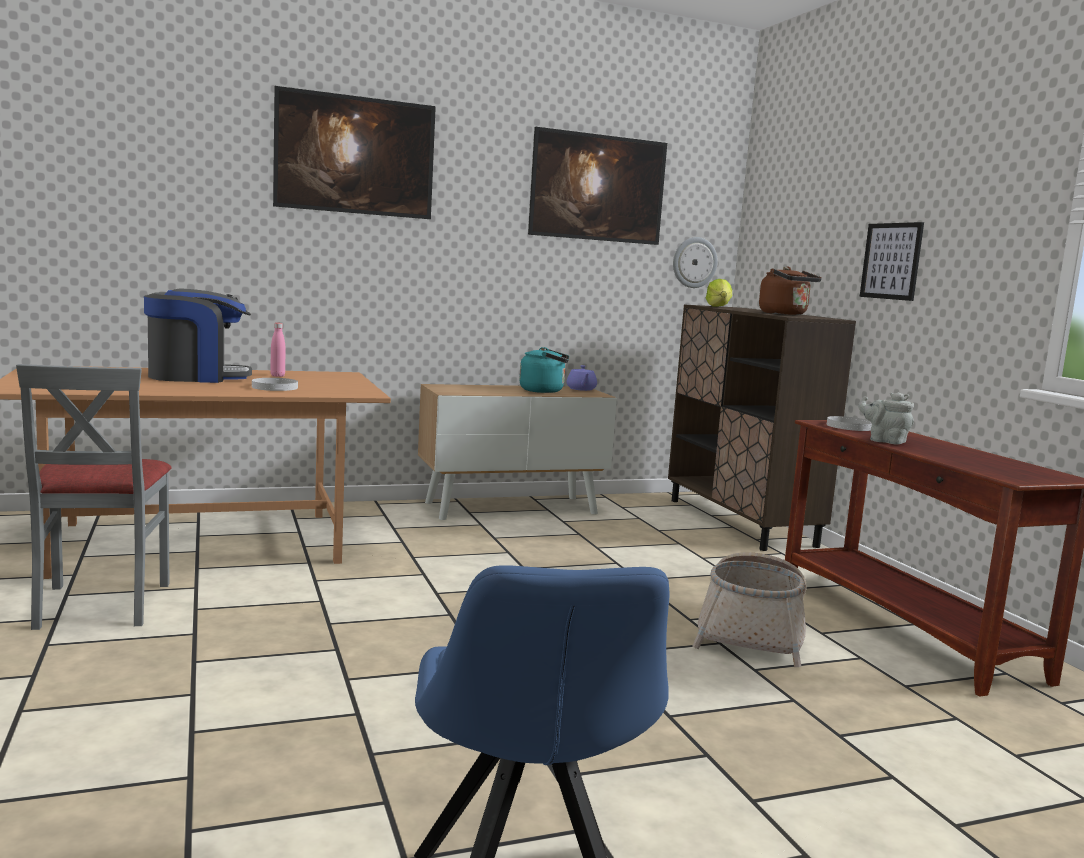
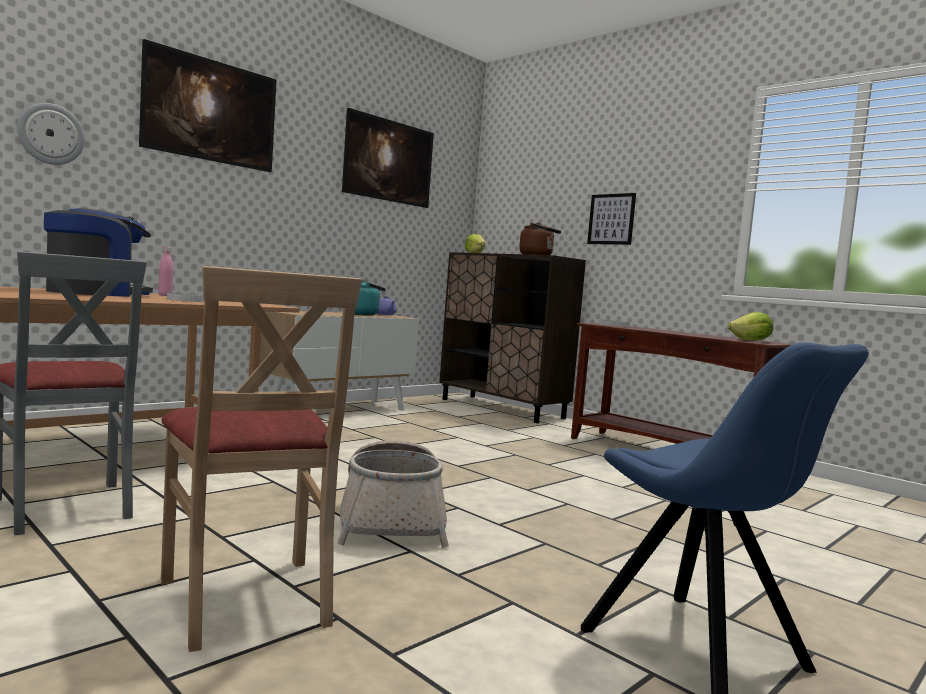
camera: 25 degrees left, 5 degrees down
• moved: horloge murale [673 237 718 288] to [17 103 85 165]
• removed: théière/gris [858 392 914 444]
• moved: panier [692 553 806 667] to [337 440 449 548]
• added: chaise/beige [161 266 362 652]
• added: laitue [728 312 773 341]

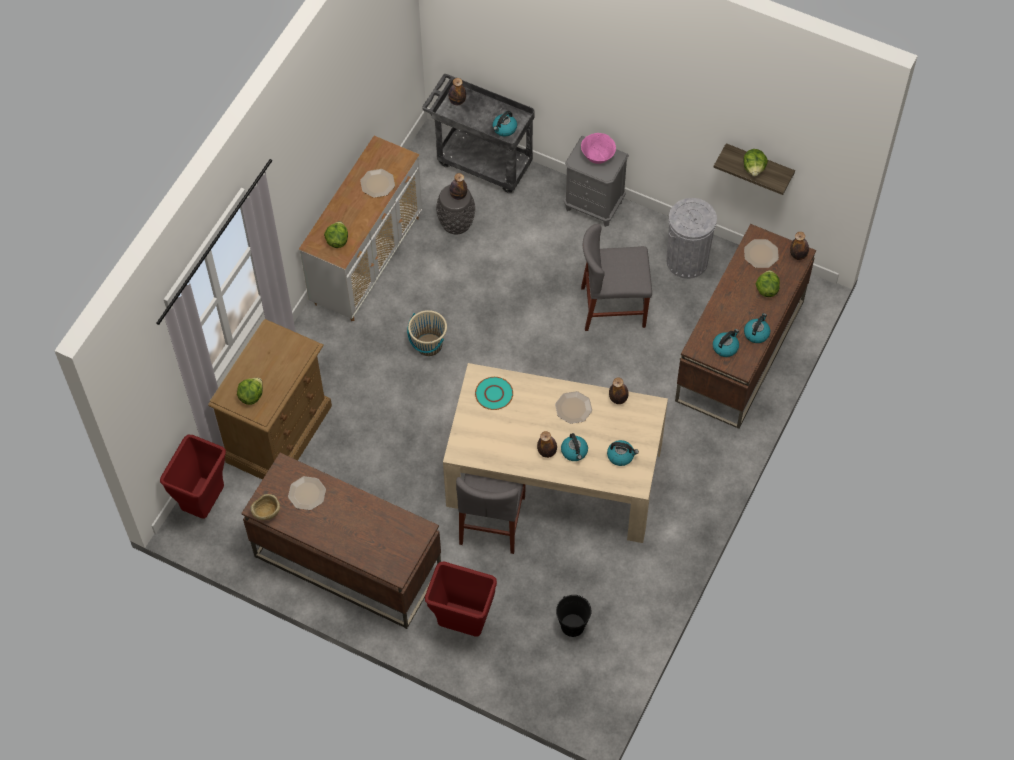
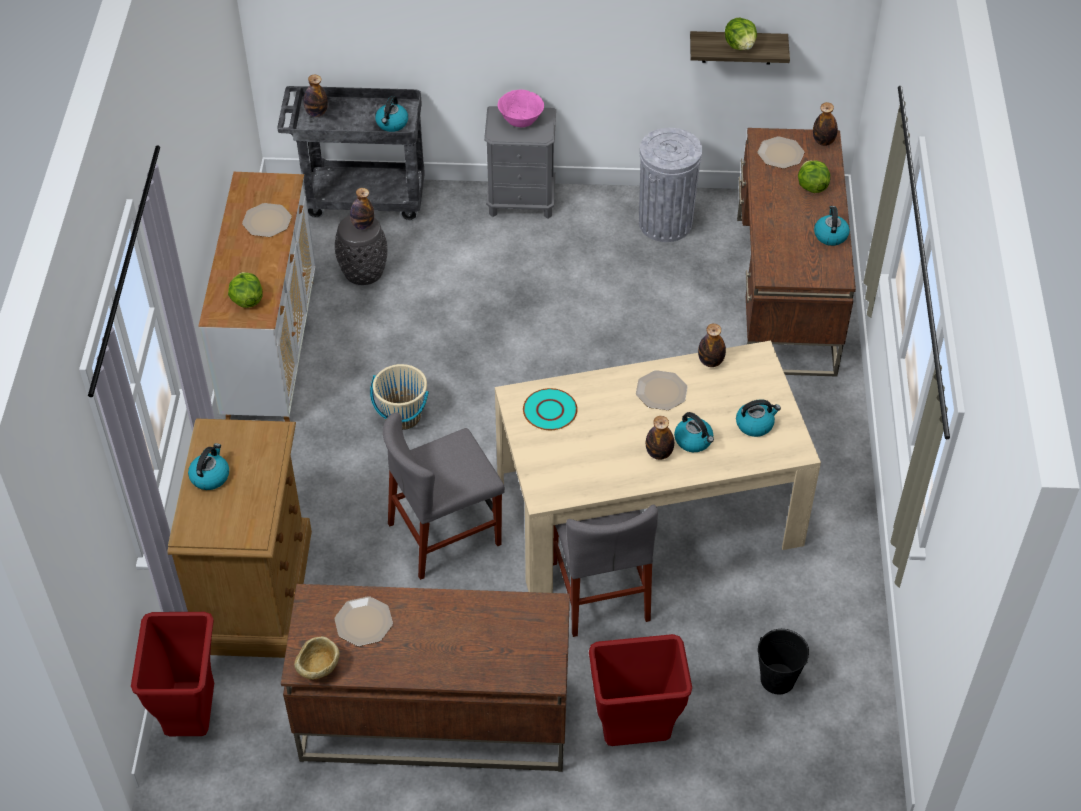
camera: 25 degrees left, 10 degrees down
• moved: chaise/gris [581 224 652 331] to [383 412 505 580]
• moved: bouilloire [713 329 739 357] to [188 443 229 490]
• removed: laitue [237 378 263 405]

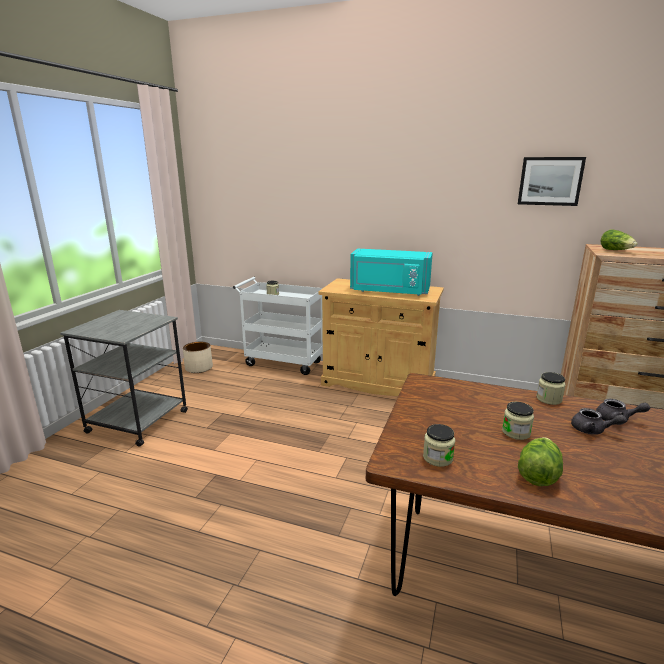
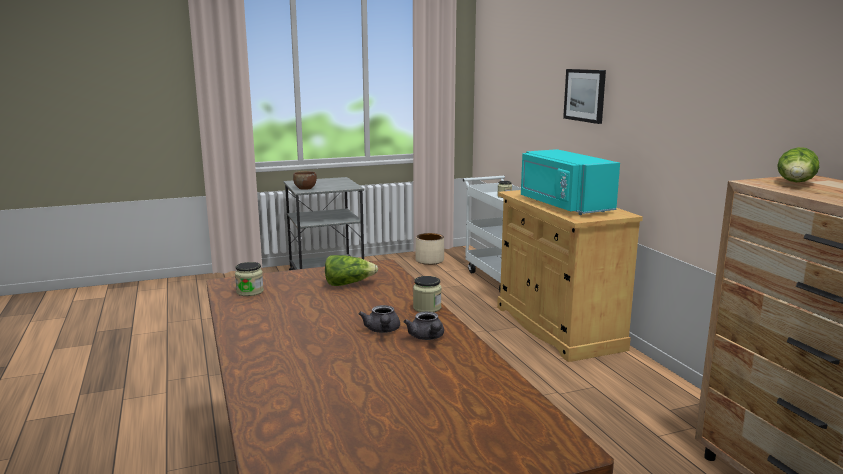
camera: 50 degrees right, 5 degrees down
• moved: tableau [518 157 586 206] to [563 69 606 124]
• removed: bocal [502 402 534 440]
• moved: laitue [518 437 563 486] to [325 255 378 286]
• added: bol/marron [293 171 317 190]

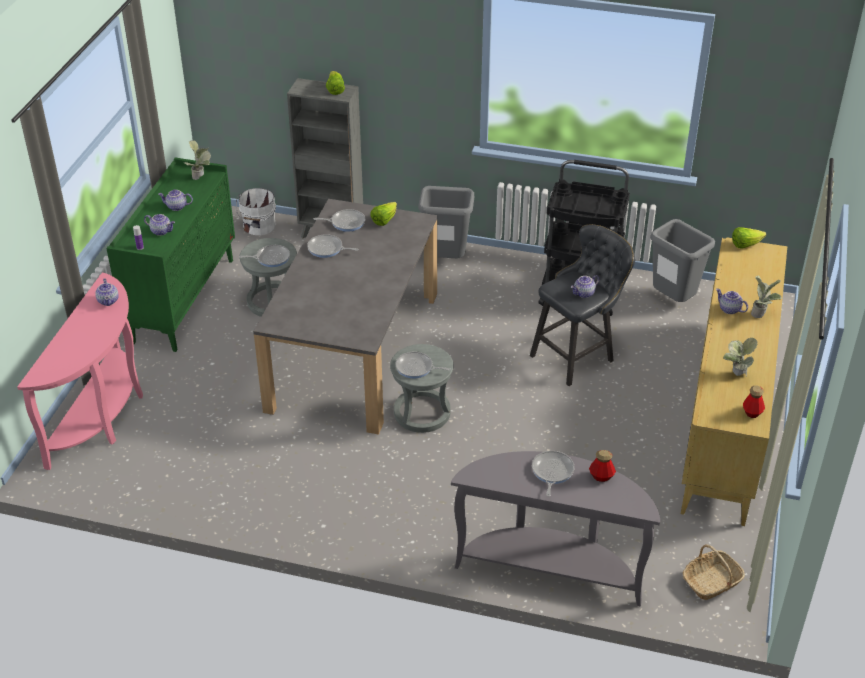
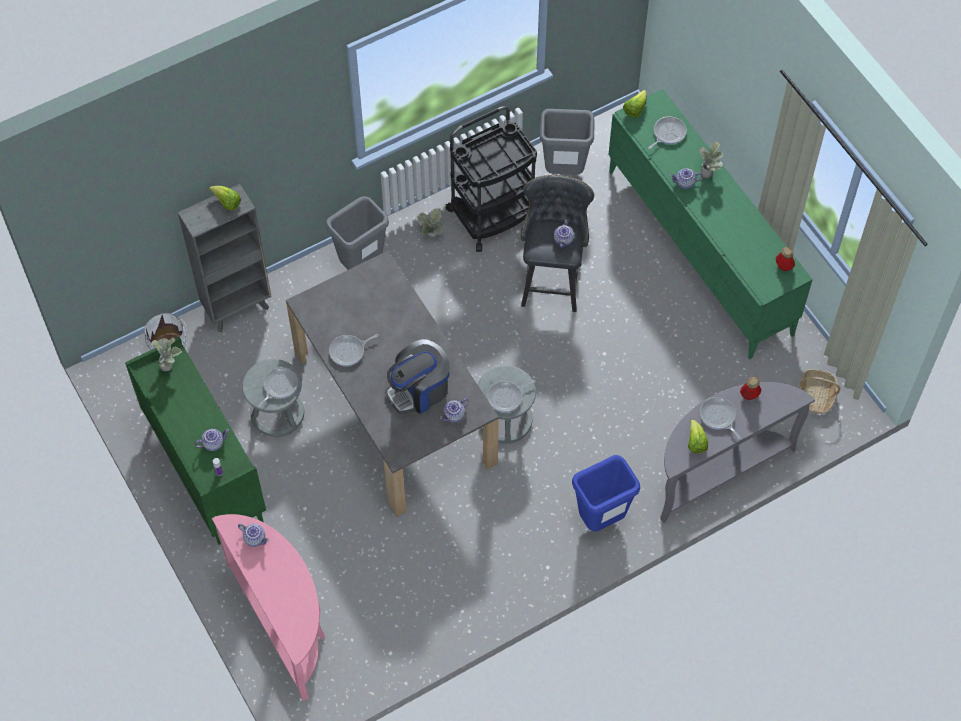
camera: 45 degrees left, 20 degrees up
• moved: théière [158 190 193 211] to [440 398 468 423]
• moved: laitue [370 202 397 226] to [688 419 708 454]
• moved: poêle [314 209 365 232] to [648 117 687 150]
• recoloured: meuble de rangement/beige [681 237 787 526] to meuble de rangement/vert [609 89 813 359]
• moved: plante en pot [723 338 758 376] to [417 208 445 237]
• added: machine à café [385 339 450 414]
• added: poubelle/bleu [572 455 640 532]

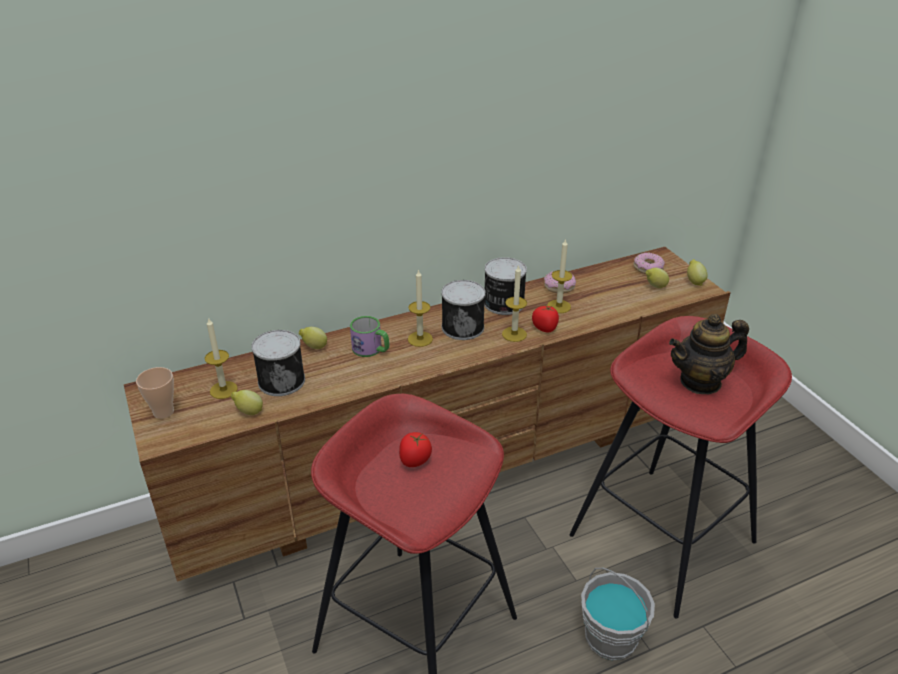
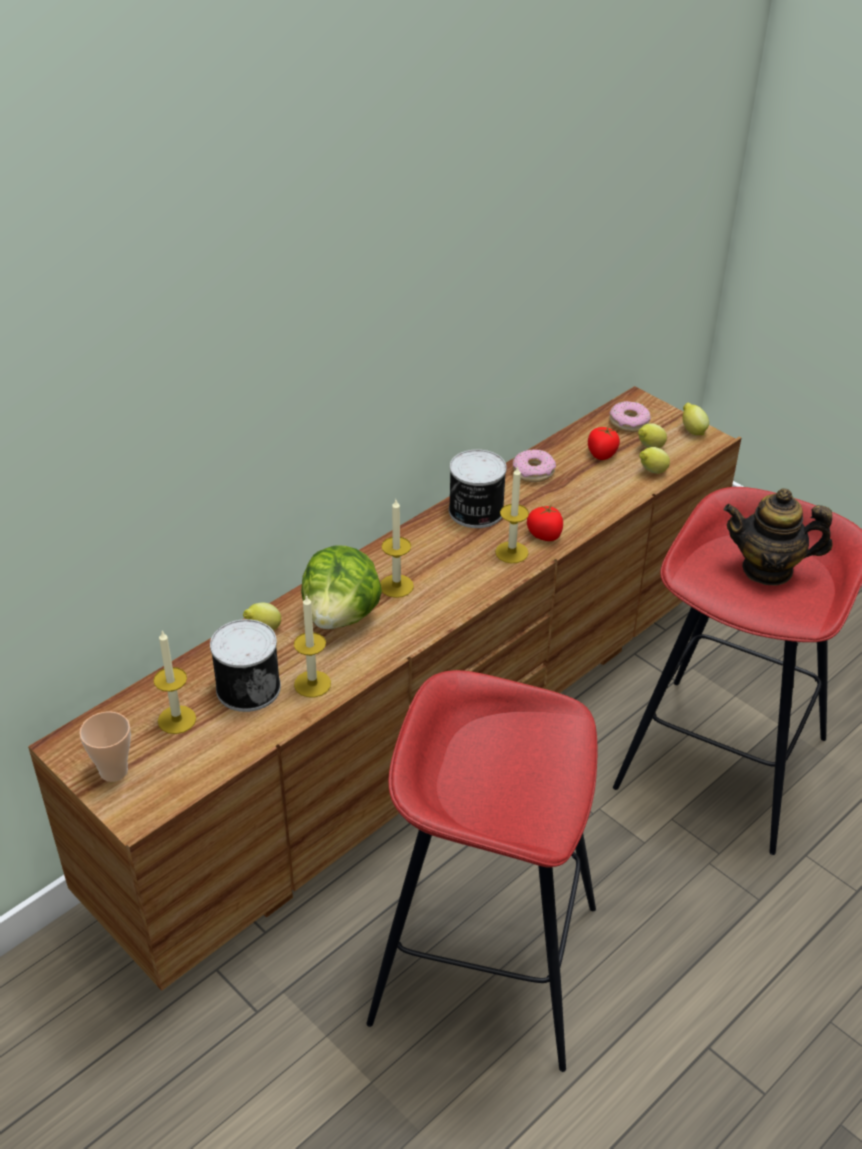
camera: 20 degrees left, 5 degrees up
• moved: bougie [547 239 572 313] to [294 595 331 697]
• removed: boîte métallique [441 280 485 340]
• turned: théière [669 314 749 395] = [724 488 832 586] 45 degrees clockwise
• replaced: mug [350 316 390 357] to laitue [301 546 382 629]
• moved: citron [231 390 263 415] to [639 447 670 474]
• moved: tomate [399 432 432 467] to [588 427 620 460]
• removed: seau/gris [581 568 655 660]

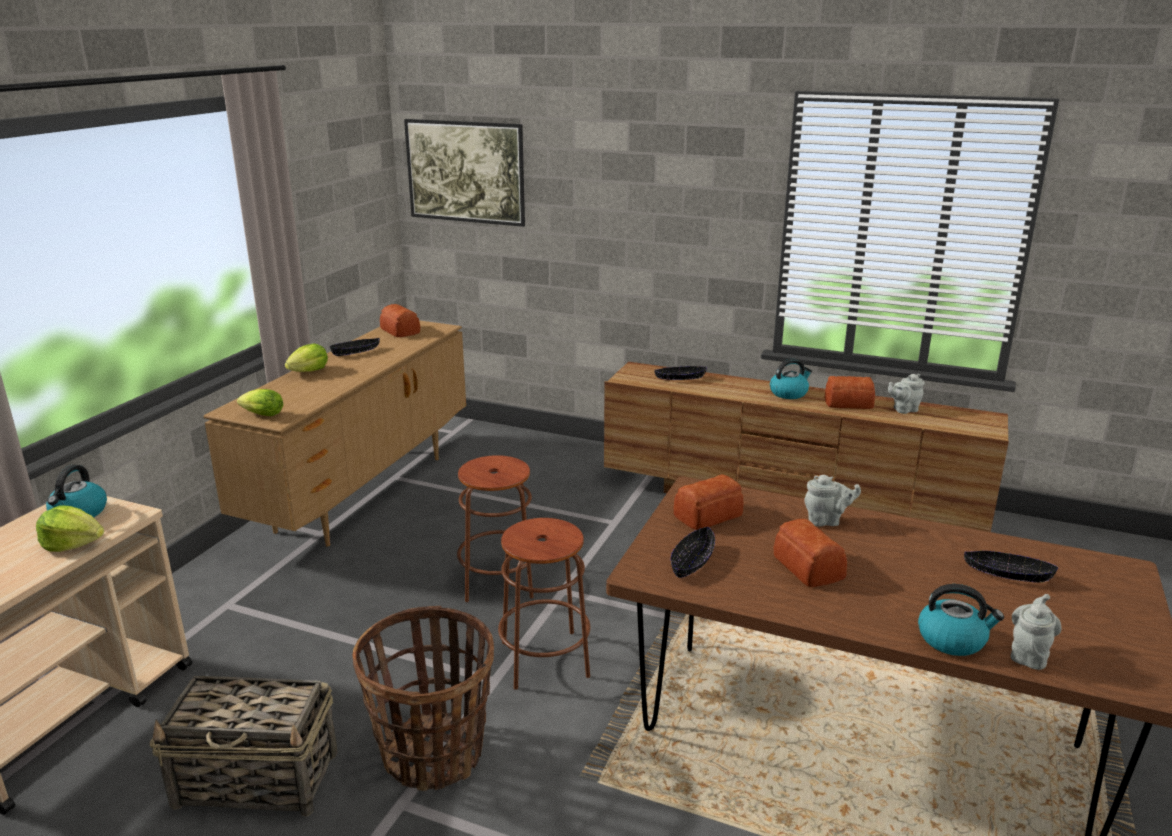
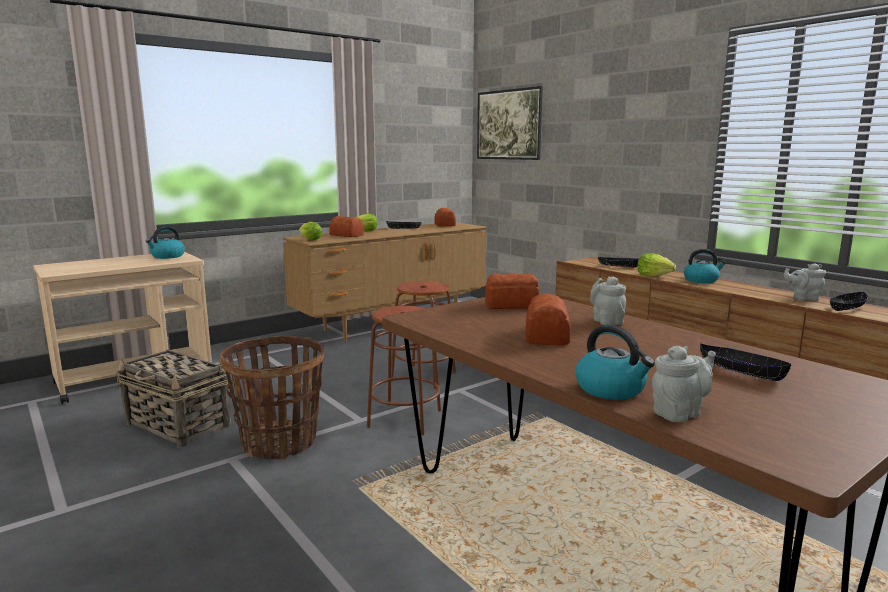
camera: 30 degrees right, 10 degrees down
• moved: pain [825 376 875 409] to [329 216 364 237]
• turned: théière/gris [804 475 861 526] = [590 276 626 325] 135 degrees counterclockwise
• moved: laitue [36 505 104 552] to [637 253 676 277]
• moved: bol/noir [671 527 715 578] to [830 292 868 311]

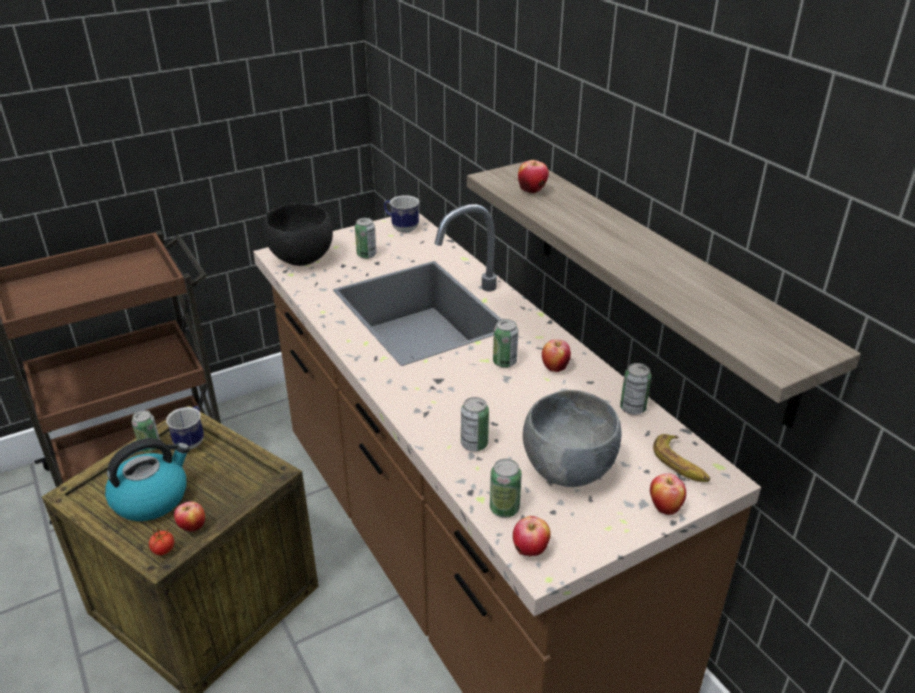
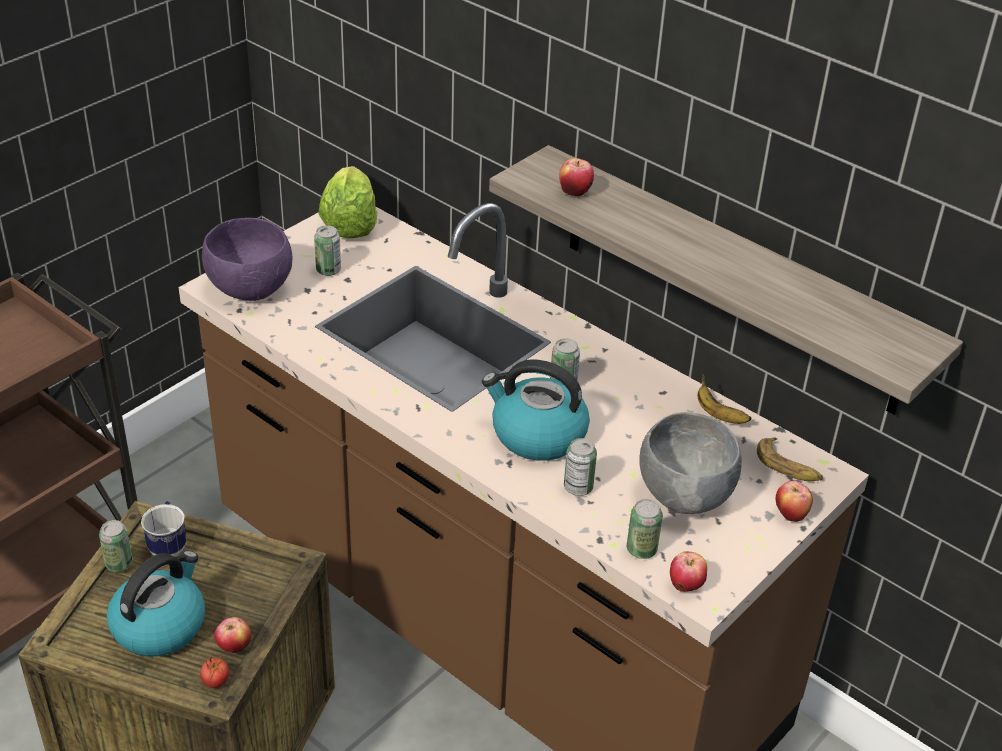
camera: 20 degrees left, 5 degrees up
• replaced: mug [384 195 419 233] to laitue [319 166 377 238]
• recoloured: bol/noir [264 203 333 266] to bol/violet [202 218 292 301]
• removed: pomme [542 340 571 372]
• replaced: boîte métallique [620 363 652 415] to banane [697 374 752 424]
• added: bouilloire [482 359 590 461]

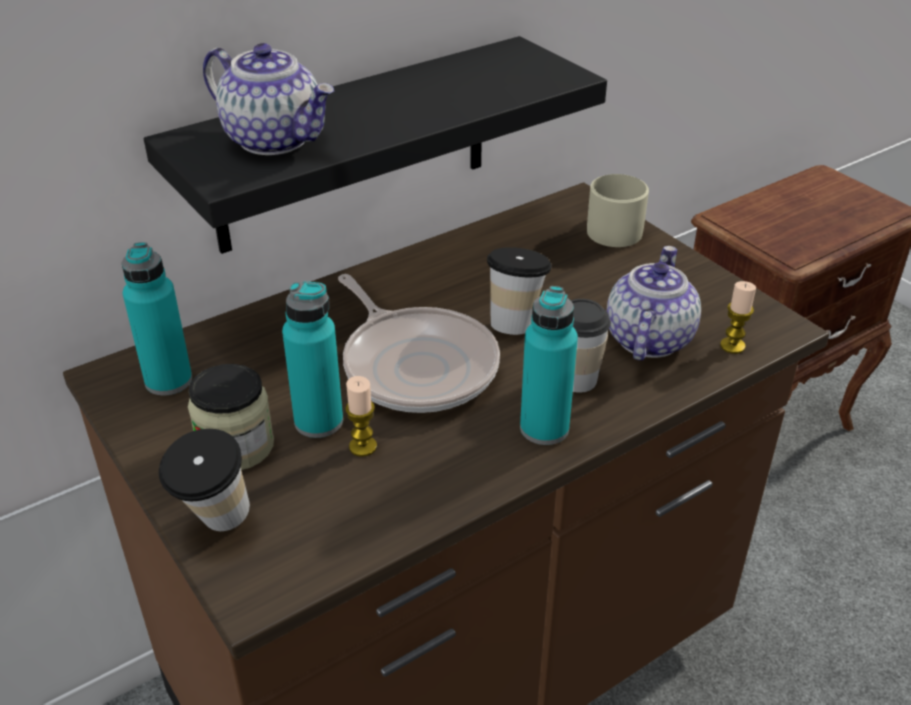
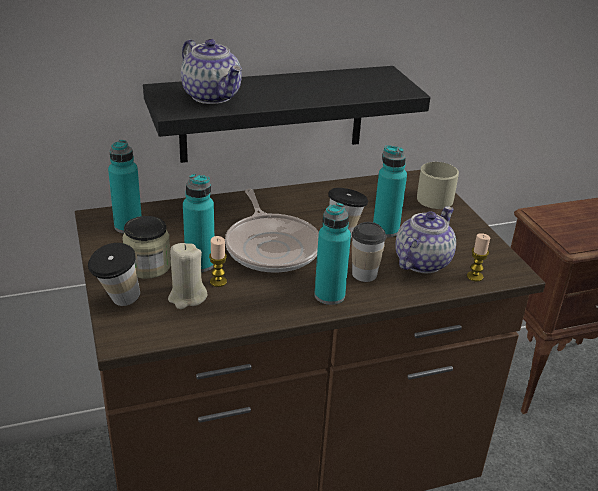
camera: 15 degrees right, 5 degrees down
• added: bouteille/turquoise [373 145 407 237]
• added: bougie/beige [168 243 207 309]

